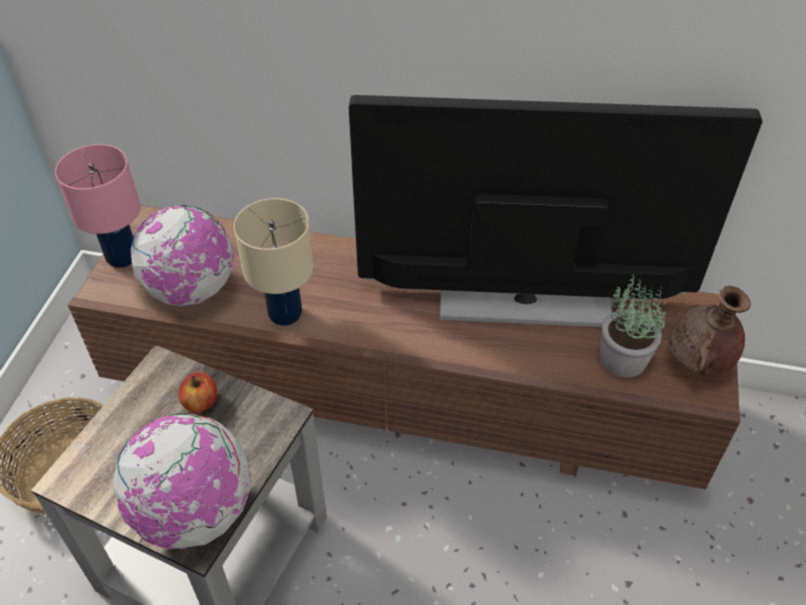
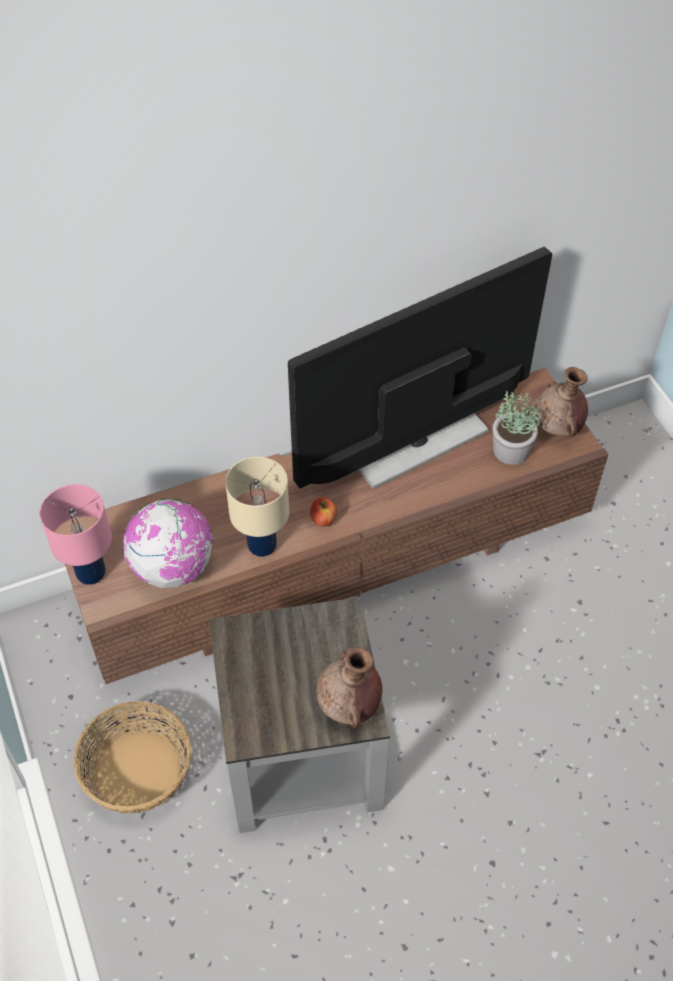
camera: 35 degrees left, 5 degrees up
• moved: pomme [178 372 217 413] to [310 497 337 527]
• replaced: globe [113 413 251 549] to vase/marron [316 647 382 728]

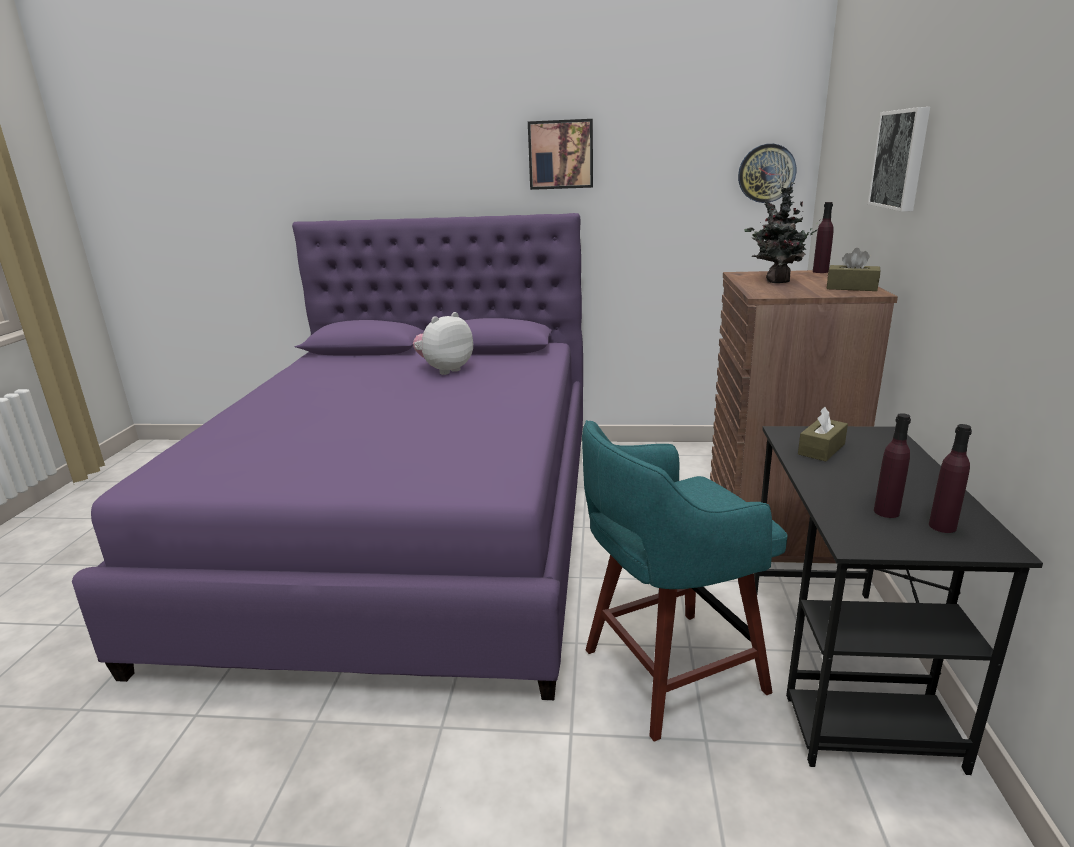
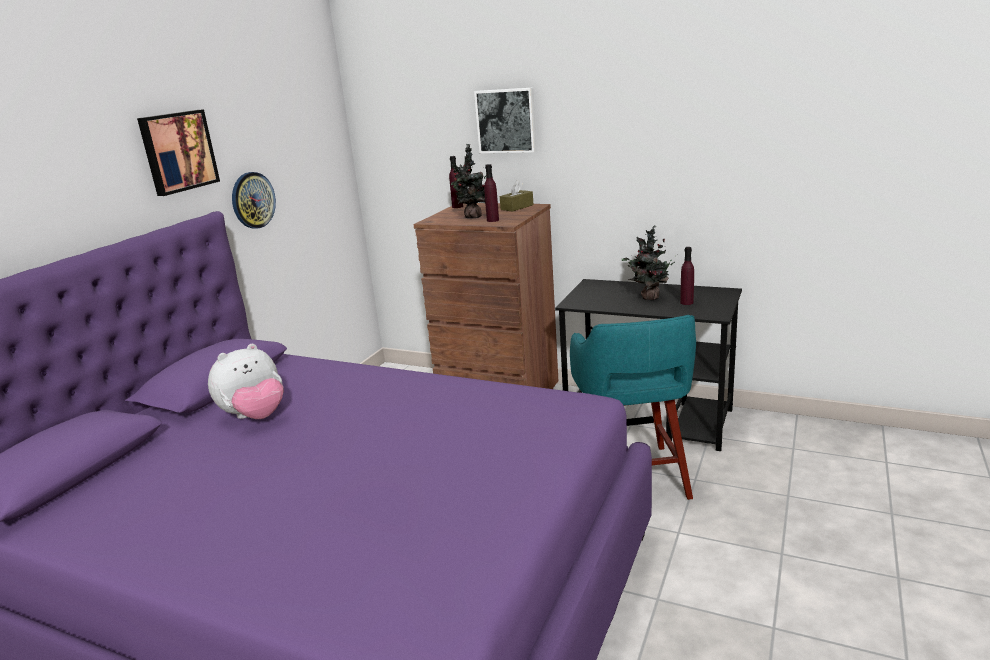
camera: 70 degrees left, 0 degrees up
• moved: horloge murale [738 144 796 203] to [232 172 276 229]
• turned: peluche [413 312 473 375] = [208 344 284 419] 105 degrees counterclockwise
• removed: boîte à mouchoirs/marron [798 407 848 461]
• moved: bouteille/violet [929 424 972 533] to [484 164 499 222]
• added: plante en pot [622 225 678 301]

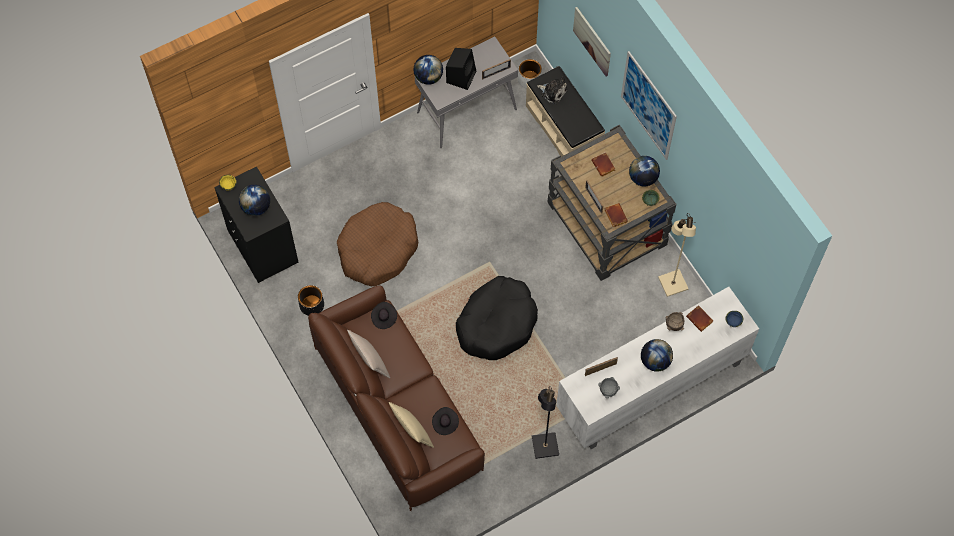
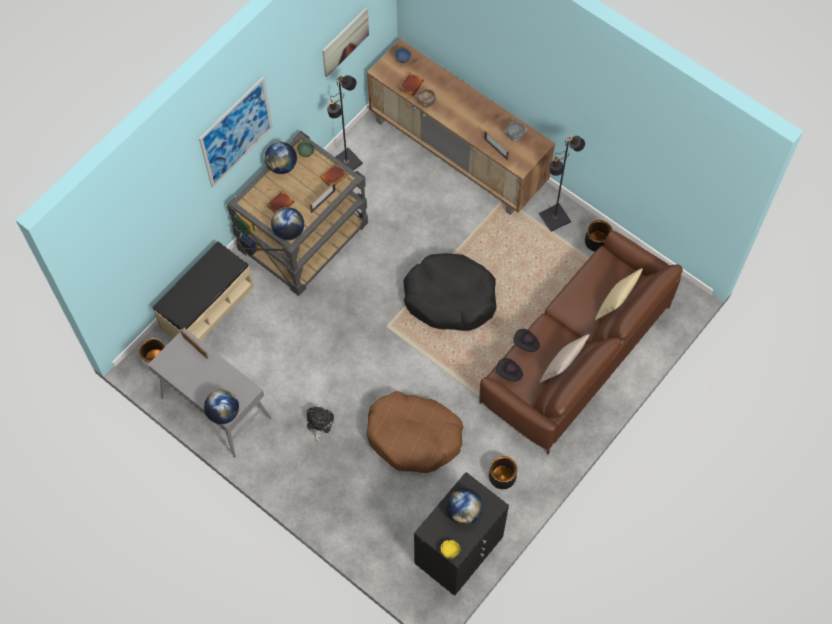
camera: 110 degrees left, 0 degrees up
• moved: tableau [573 7 611 76] to [322 8 369 77]
• removed: enceinte/noir [446 48 476 90]
• moved: peluche [537 76 568 104] to [306 406 334 442]
• recoloured: lampadaire/beige [658 213 696 297] to lampadaire/noir [327 75 363 171]
• recoloured: meuble télé/blanc [556 287 759 449] to meuble télé/marron [367 39 555 215]
• moved: globe [641 339 673 372] to [271 207 304 240]
• moved: chapeau/noir [432 407 459 435] to [513 329 540 352]
• added: cache-pot/noir [585 220 612 252]

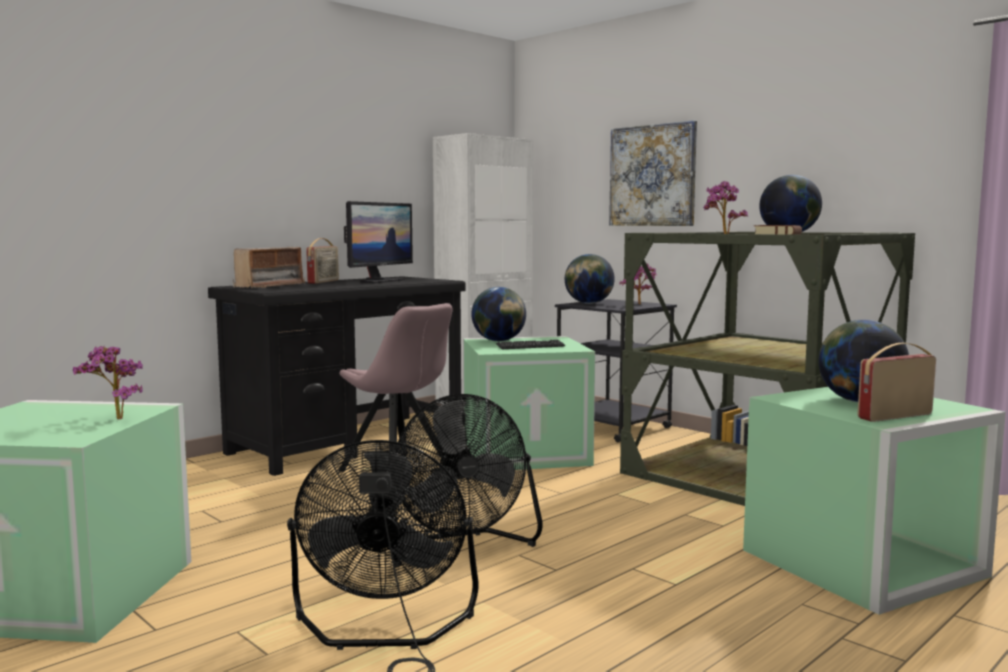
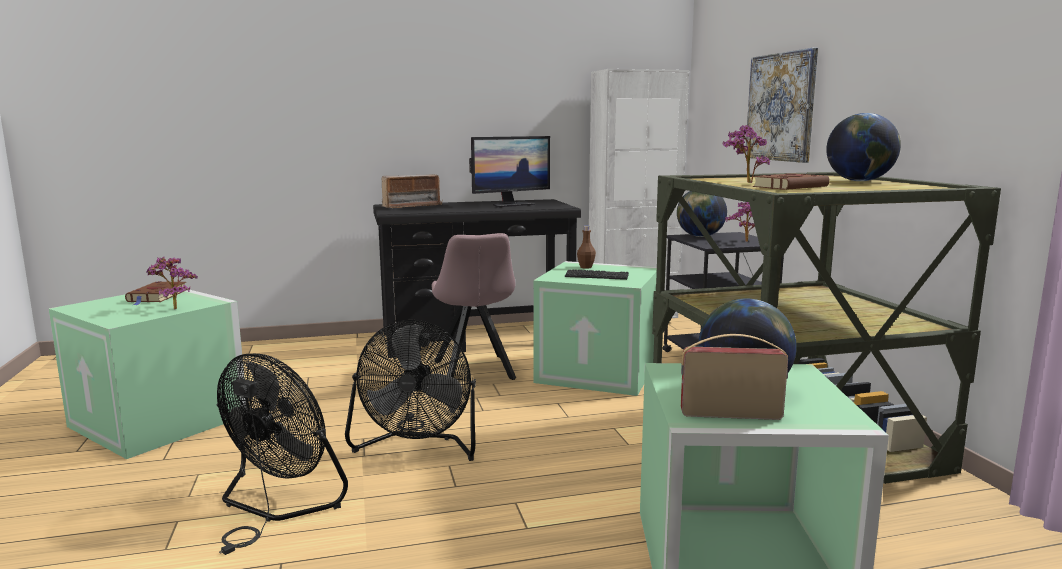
camera: 30 degrees right, 5 degrees up
• removed: radio [306 238 339 284]
• replaced: globe [471 287 526 341] to bouteille/marron [577 226 596 269]
• added: livre/marron [125 281 186 305]

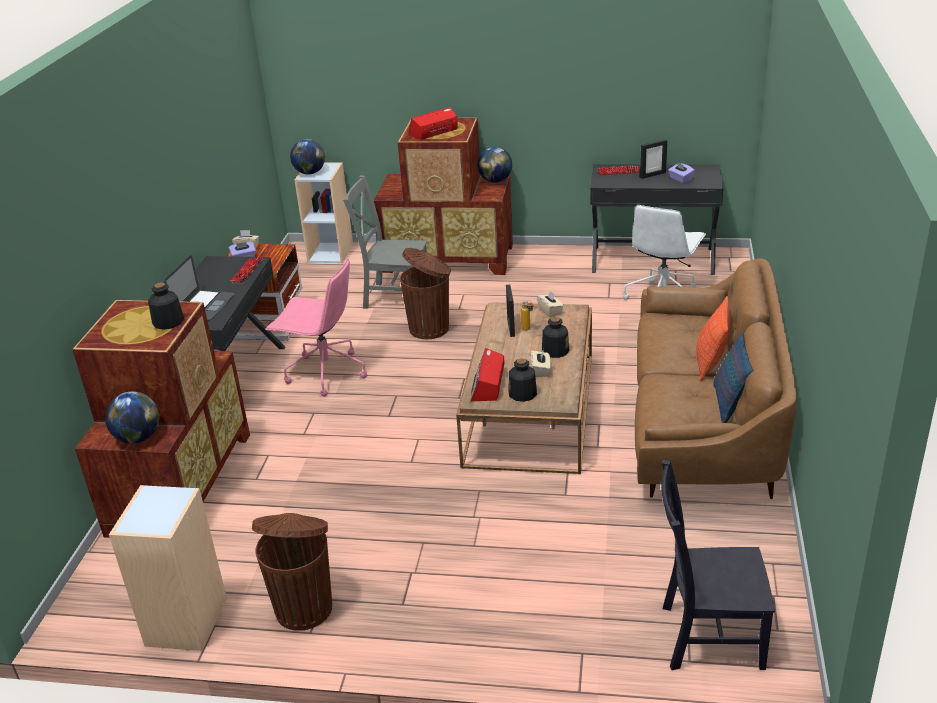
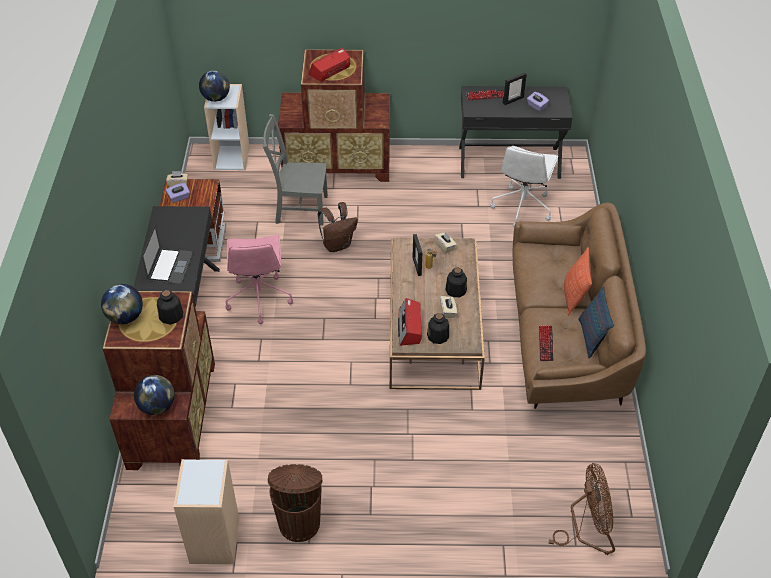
camera: 10 degrees left, 15 degrees up
• moved: globe [478 147 512 183] to [101 284 143 324]
• replaced: poubelle/marron [400 248 451 339] to sac à dos/marron [318 202 358 252]
• moved: clavier [229 257 263 284] to [539 326 554 361]
• turned: chaise de bureau/rose [265 259 367 397] = [225 235 293 324] 75 degrees clockwise
• replaced: chaise/noir [661 460 775 670] to ventilateur/marron [549 463 615 555]

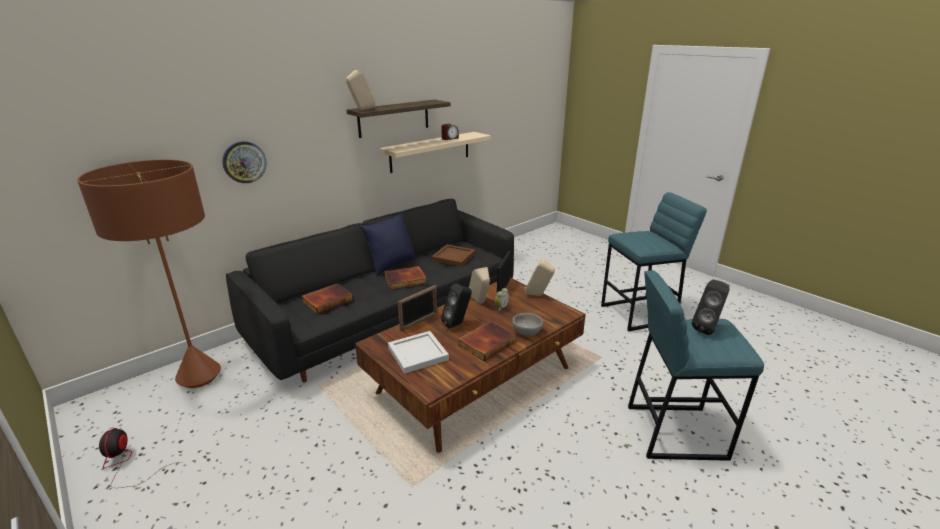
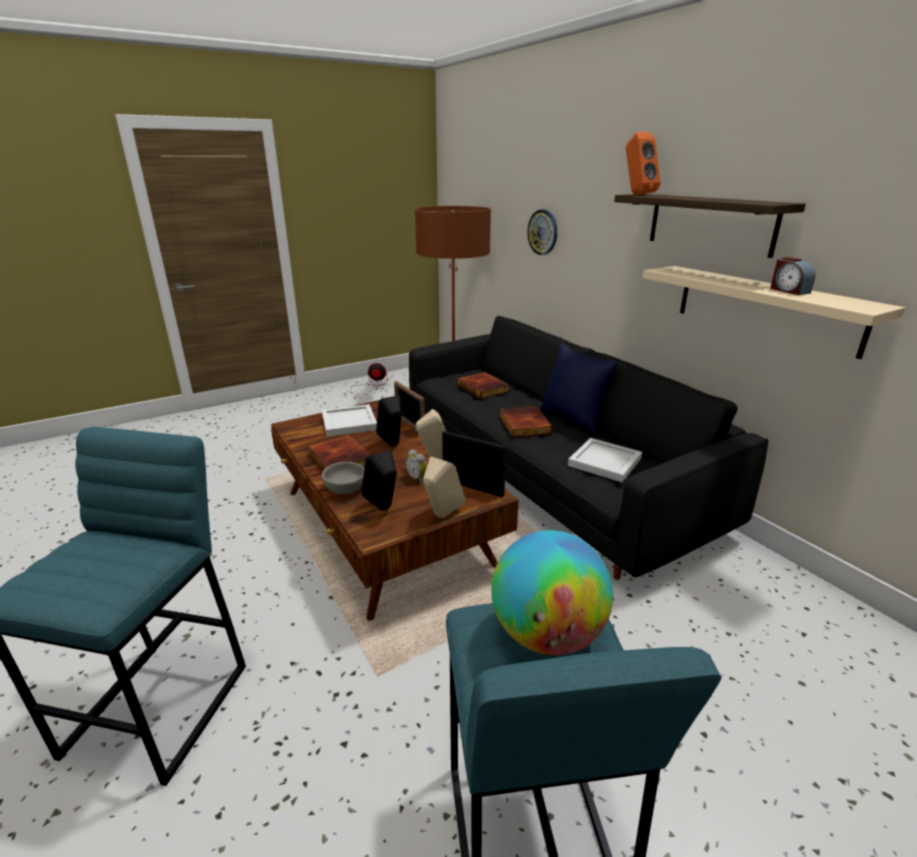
camera: 100 degrees right, 0 degrees up
• recoloured: enceinte/beige [346 70 376 110] to enceinte/orange [626 132 661 195]
• recoloured: plateau/marron [432 244 475 267] to plateau/blanc [568 438 642 482]
• moved: enceinte/noir [692 280 730 335] to [361 450 397 510]
• added: globe [491 530 613 655]

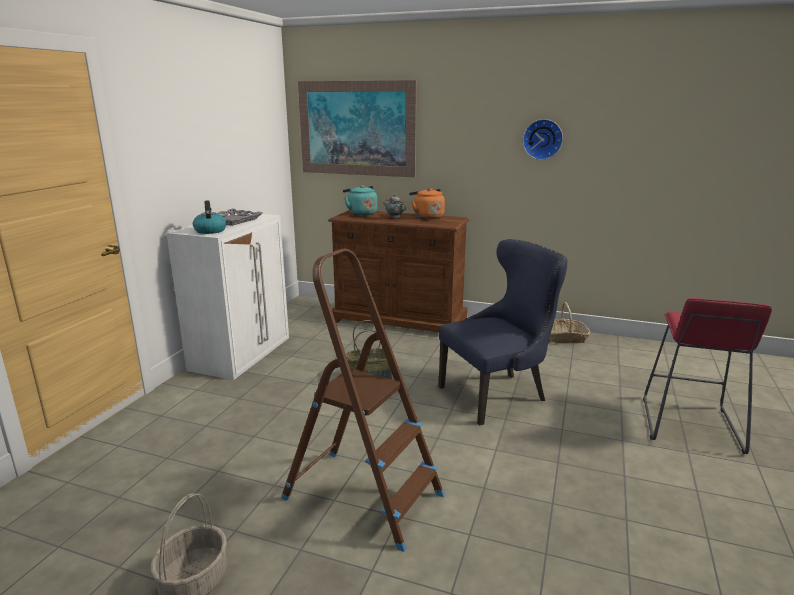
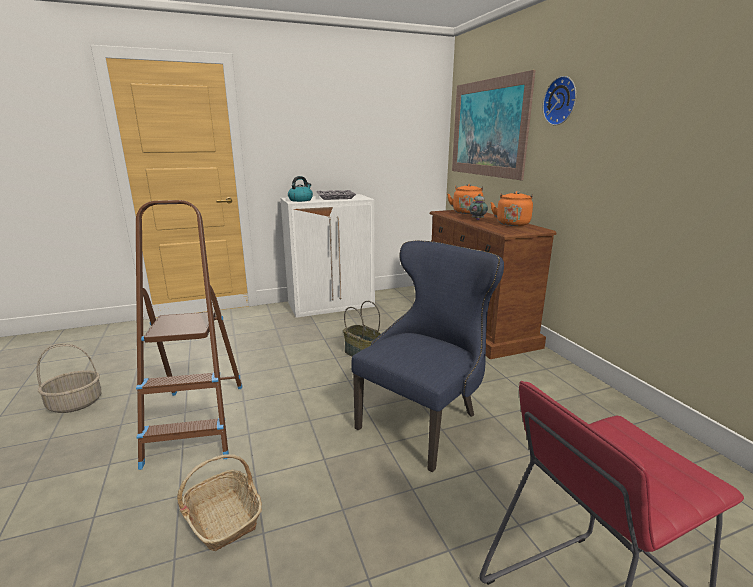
camera: 50 degrees right, 0 degrees up
• moved: horloge murale [522 119 563 160] to [543 76 576 125]
• recoloured: bouilloire/turquoise [343 185 377 216] to bouilloire/orange [447 184 483 214]
• turned: chaise/bleu [439 239 567 425] = [351 240 504 473] 75 degrees counterclockwise
• moved: panier [549 302 591 343] to [177 454 262 551]

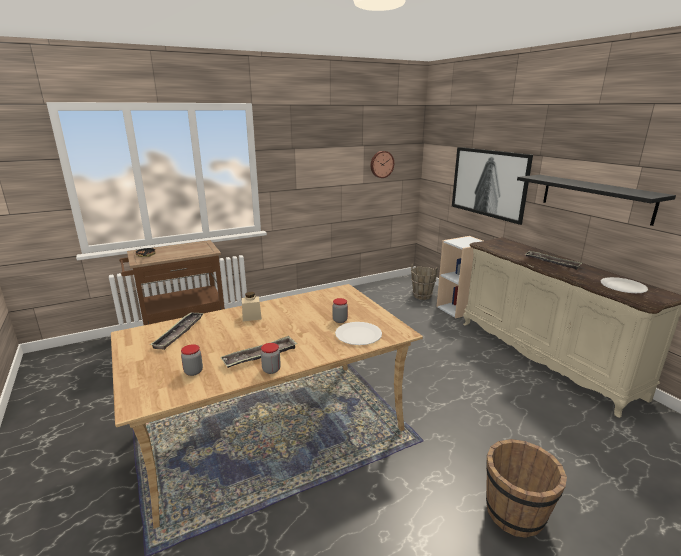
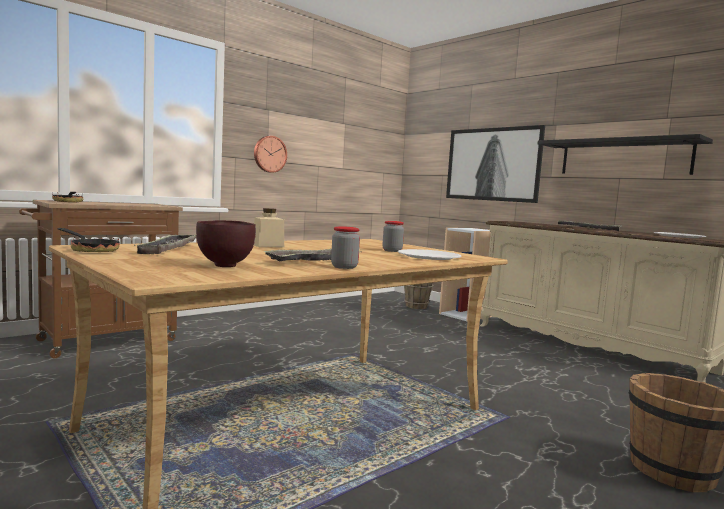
camera: 15 degrees left, 15 degrees down
• moved: horloge murale [371 151 394 178] to [254 136 287 173]
• replaced: bocal [181 344 203 376] to bol/marron [196 220 256 267]
• added: poêle [58 228 120 252]

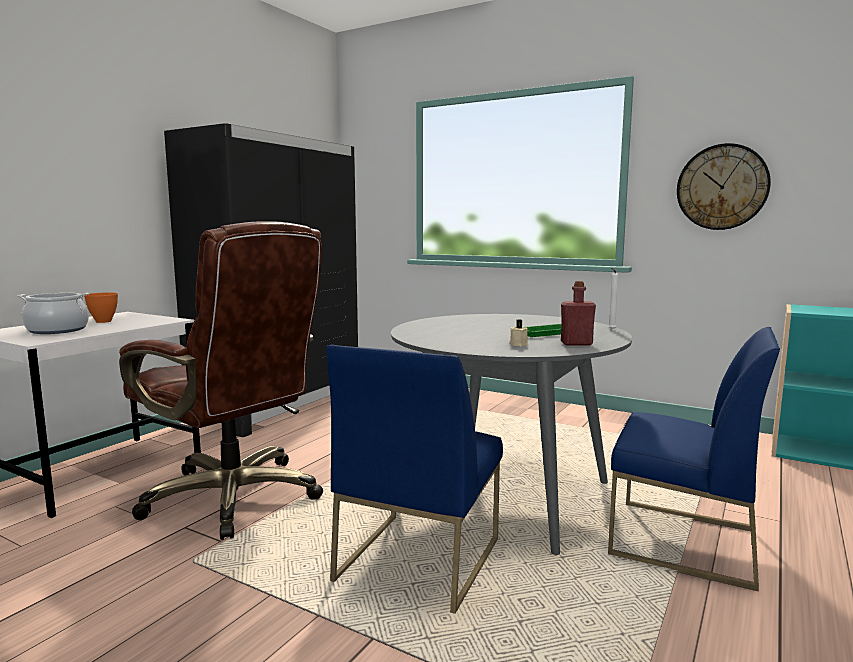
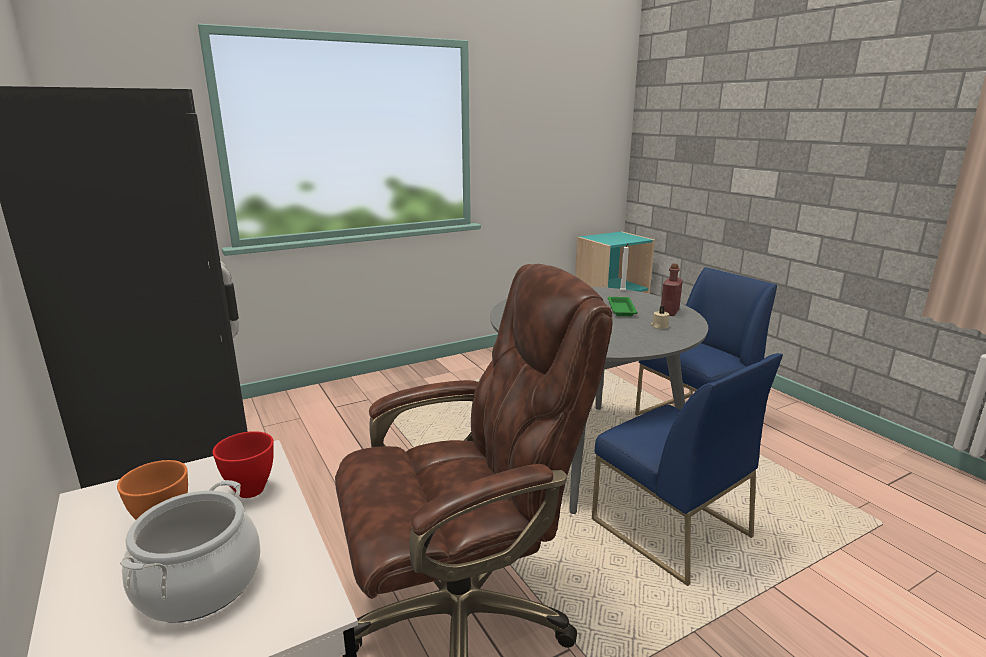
camera: 60 degrees left, 10 degrees up
• removed: horloge murale [677 143 771 230]
• added: bol/rouge [213 431 274 498]

